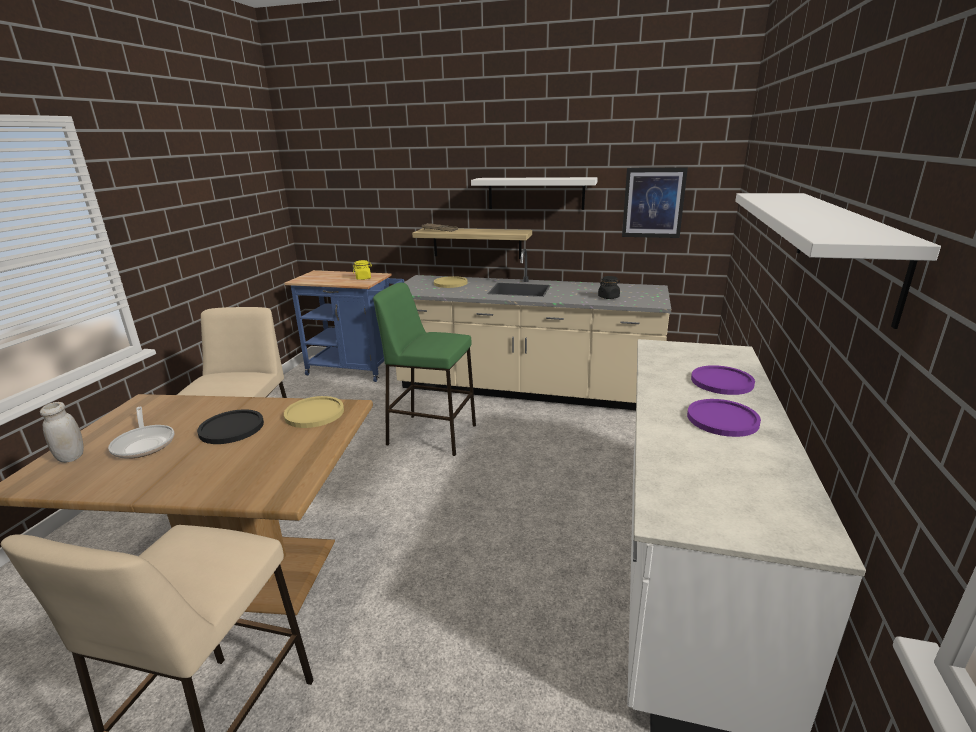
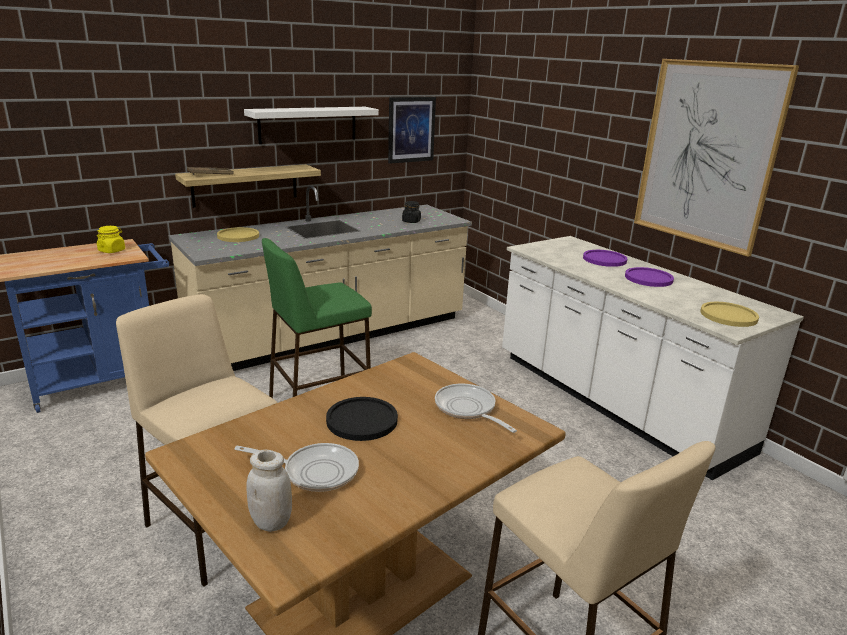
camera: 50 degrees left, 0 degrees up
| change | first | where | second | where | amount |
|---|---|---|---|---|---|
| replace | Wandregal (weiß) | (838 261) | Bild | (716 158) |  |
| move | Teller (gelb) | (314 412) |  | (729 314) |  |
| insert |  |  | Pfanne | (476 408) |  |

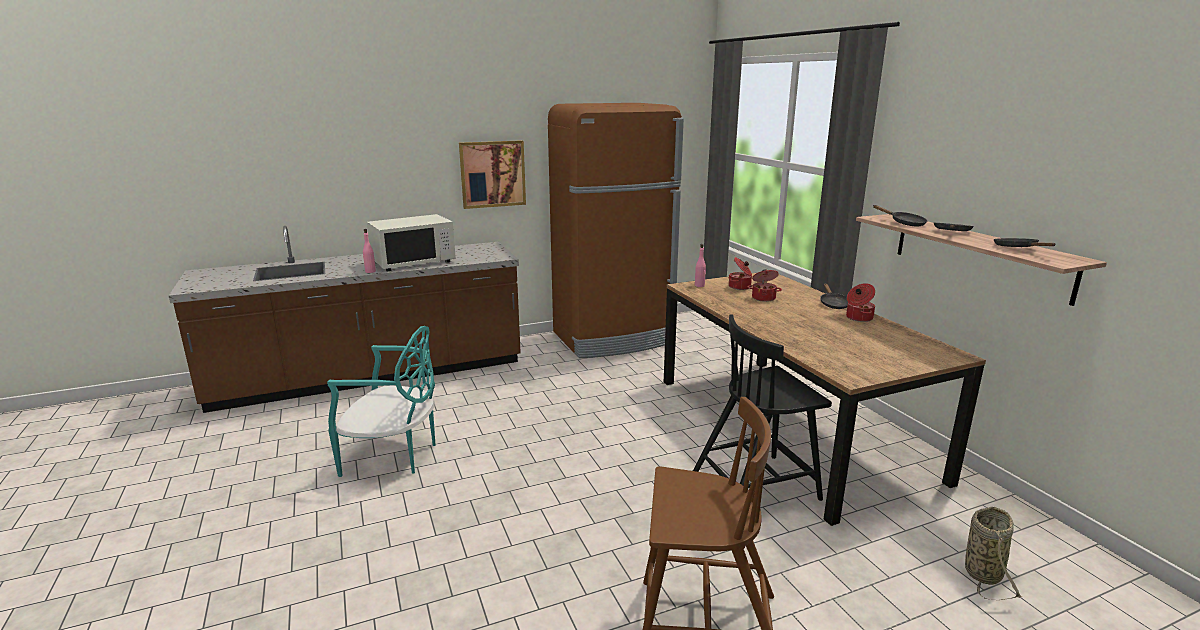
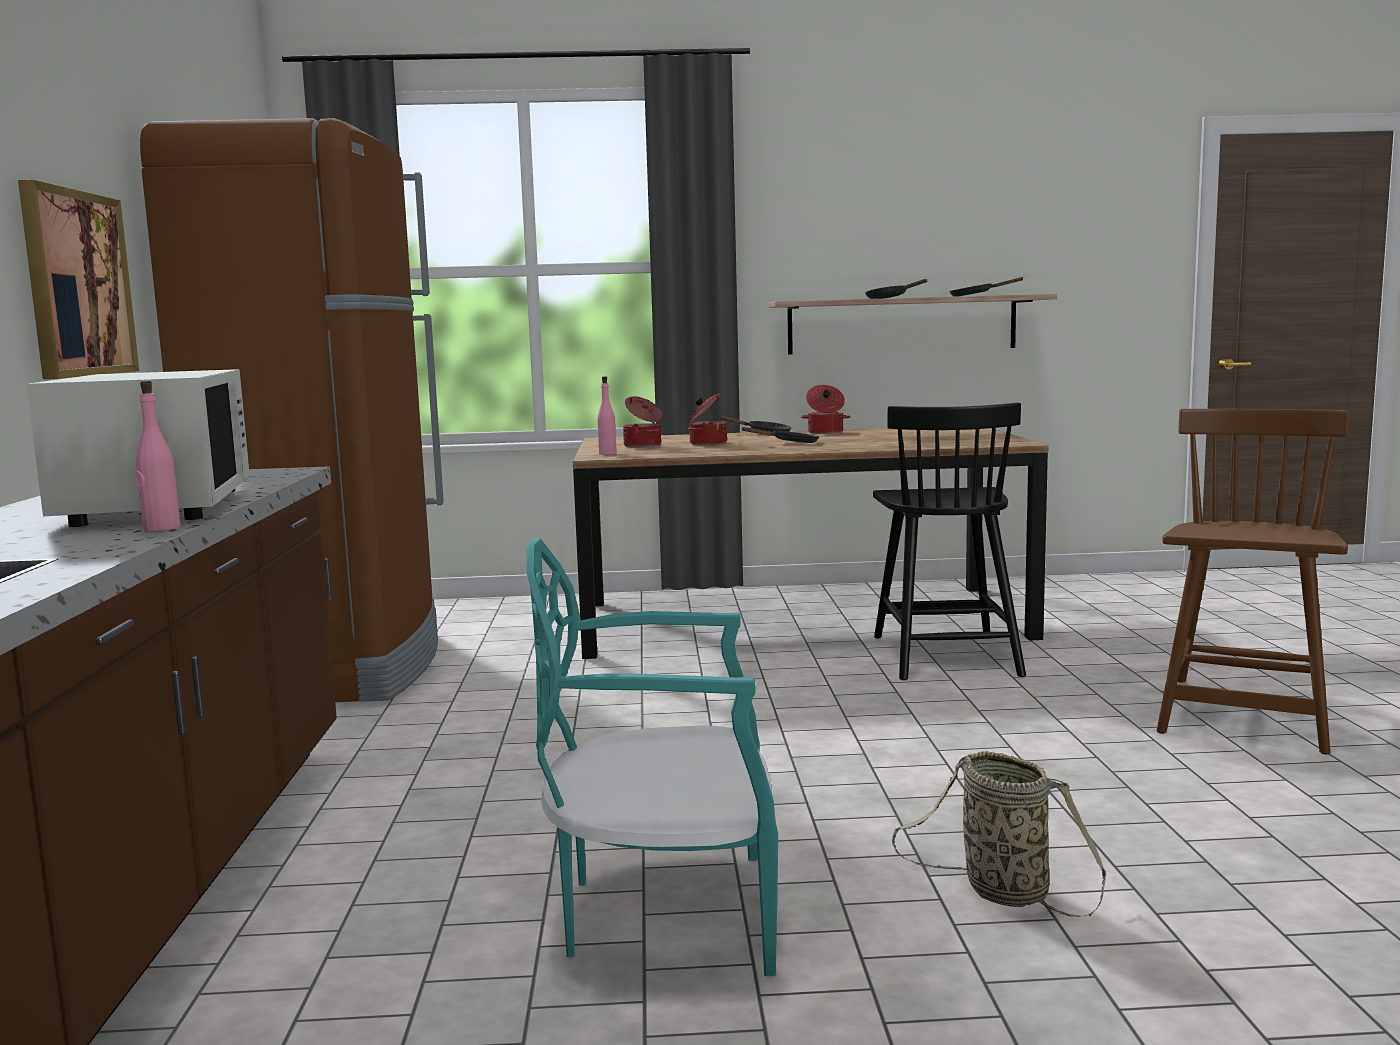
camera: 70 degrees left, 10 degrees down
| change | first | where | second | where | amount |
|---|---|---|---|---|---|
| move | Pfanne (schwarz) | (900 216) |  | (780 435) |  |
| rotate | Stuhl (türkis) | (381 401) |  | (652 757) | 120 degrees counterclockwise |
| move | Korb | (993 553) |  | (999 834) |  |

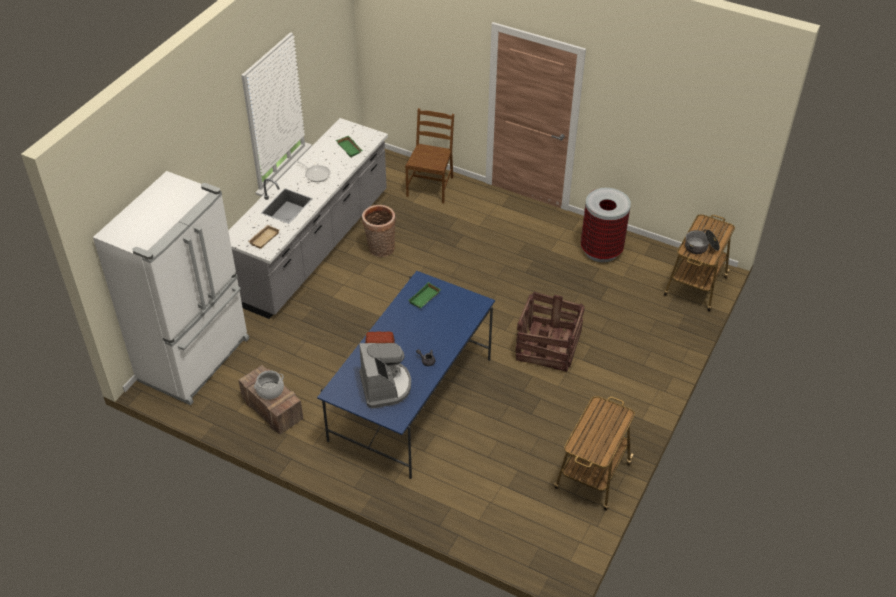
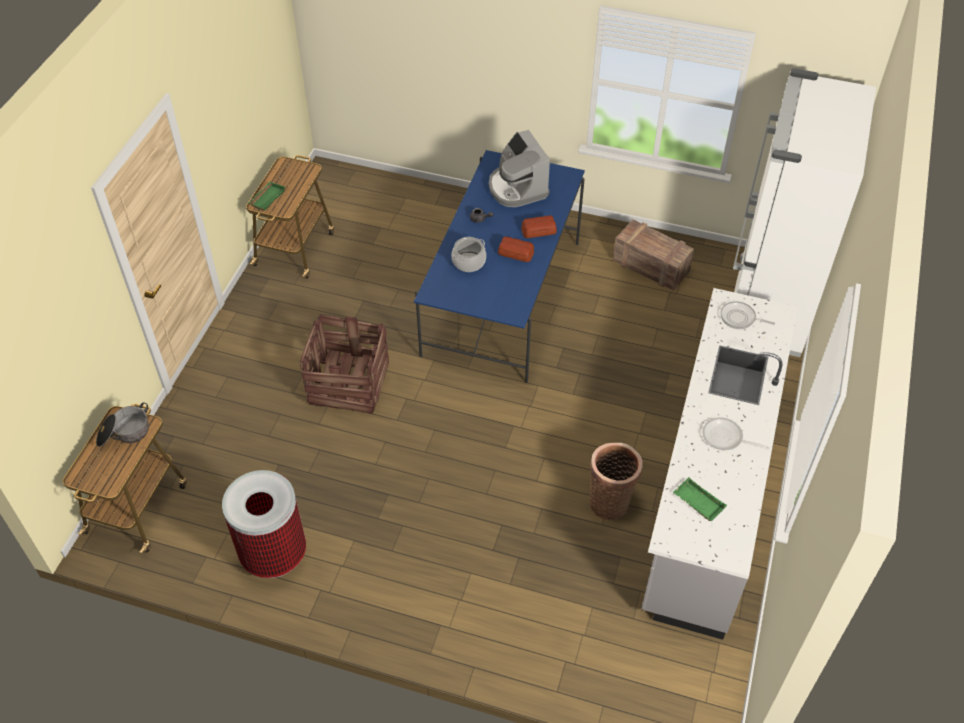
camera: 170 degrees right, 5 degrees up
| change | first | where | second | where | amount |
|---|---|---|---|---|---|
| delete | Stuhl (braun) | (429 155) |  |  |  |
| replace | Tablett (beige) | (263 237) | Pfanne | (748 315) |  |
| move | Tablett (grün) | (424 295) |  | (266 196) |  |
| move | Kochtopf | (269 385) |  | (469 254) |  |
| insert |  |  | Brot | (516 249) |  |

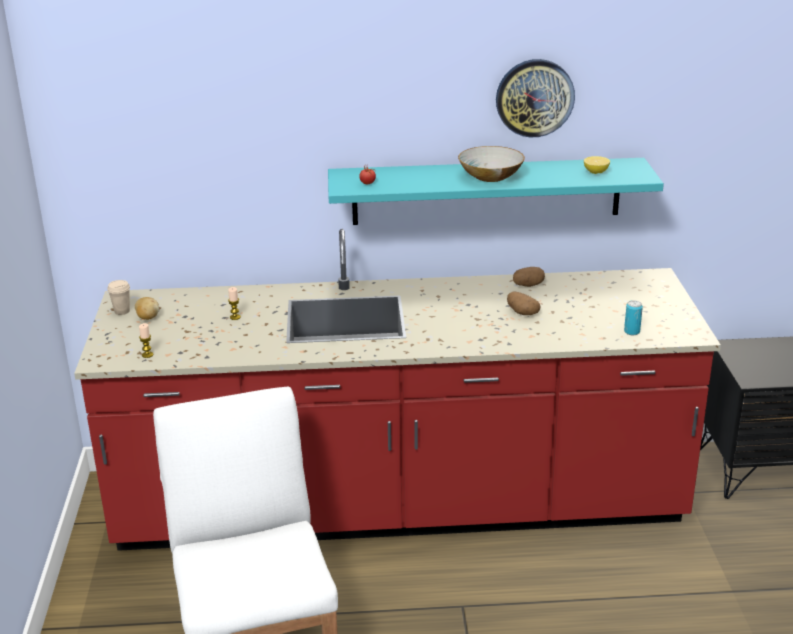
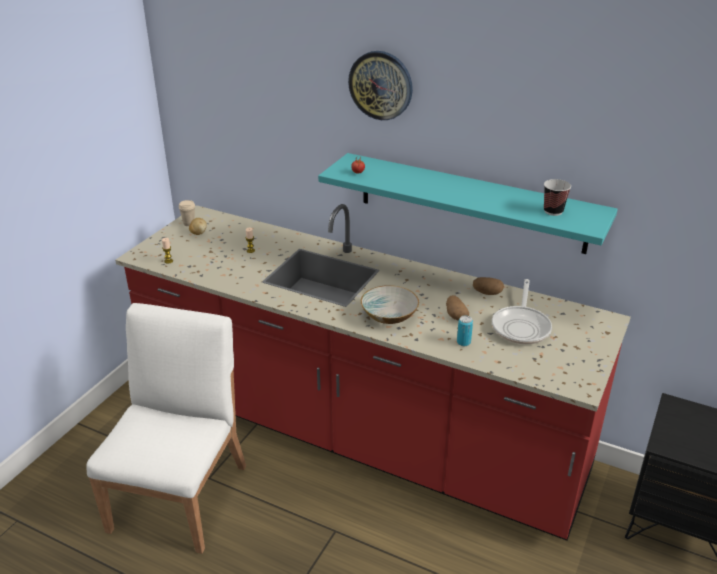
camera: 30 degrees right, 5 degrees up
| change | first | where | second | where | amount |
|---|---|---|---|---|---|
| move | Wanduhr | (535 98) |  | (380 85) |  |
| move | Schüssel | (491 164) |  | (390 304) |  |
| replace | Zitrone | (597 165) | Tasse | (557 197) |  |
| move | Dose | (633 317) |  | (465 331) |  |
| insert |  |  | Pfanne | (522 311) |  |

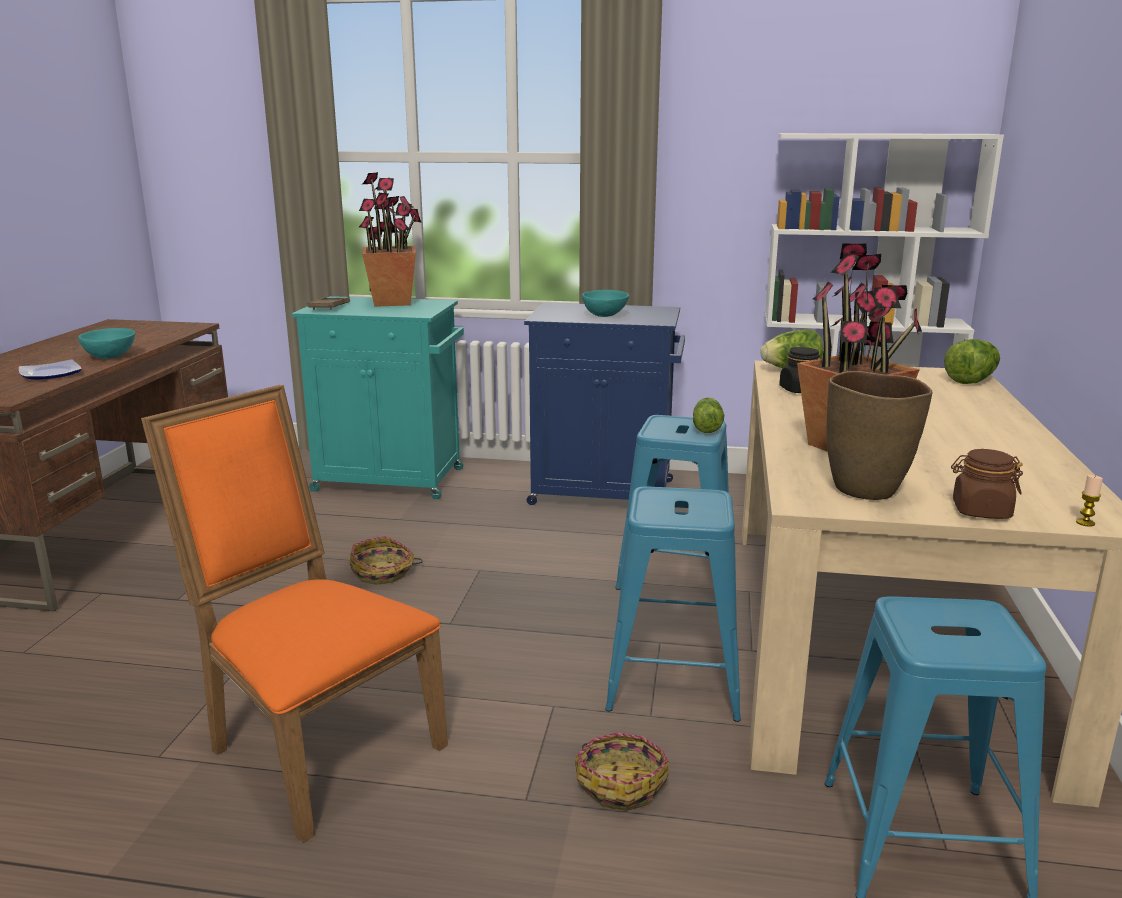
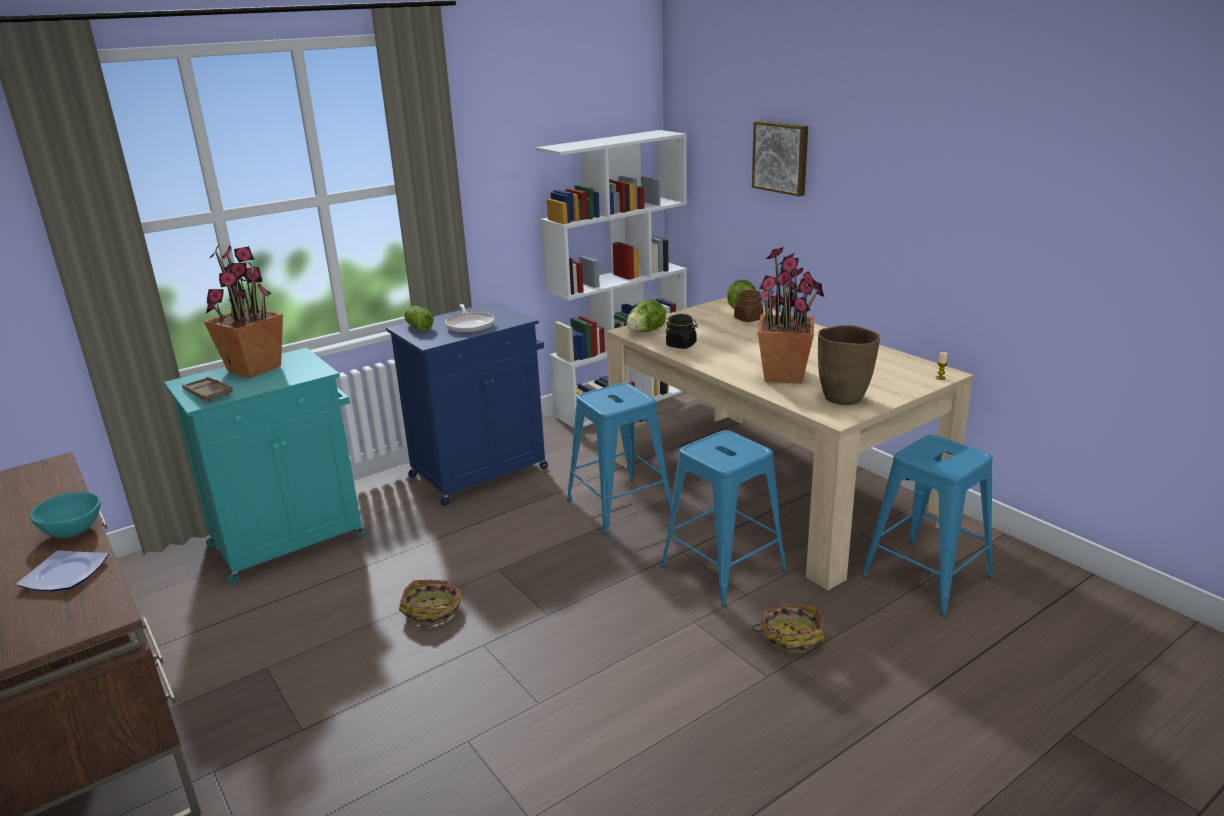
camera: 45 degrees left, 5 degrees up
| change | first | where | second | where | amount |
|---|---|---|---|---|---|
| replace | Schüssel (türkis) | (605 303) | Pfanne | (470 318) |  |
| delete | Stuhl (orange) | (294 614) |  |  |  |
| move | Salatkopf | (708 415) |  | (419 318) |  |
| move | Vorratsglas (braun) | (987 484) |  | (748 306) |  |
| insert |  |  | Bild | (780 158) |  |

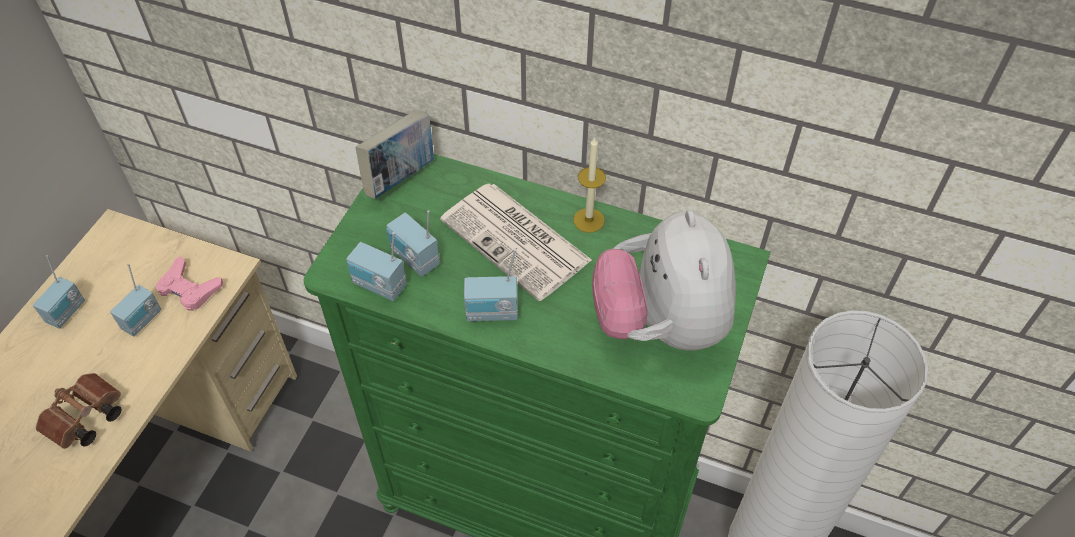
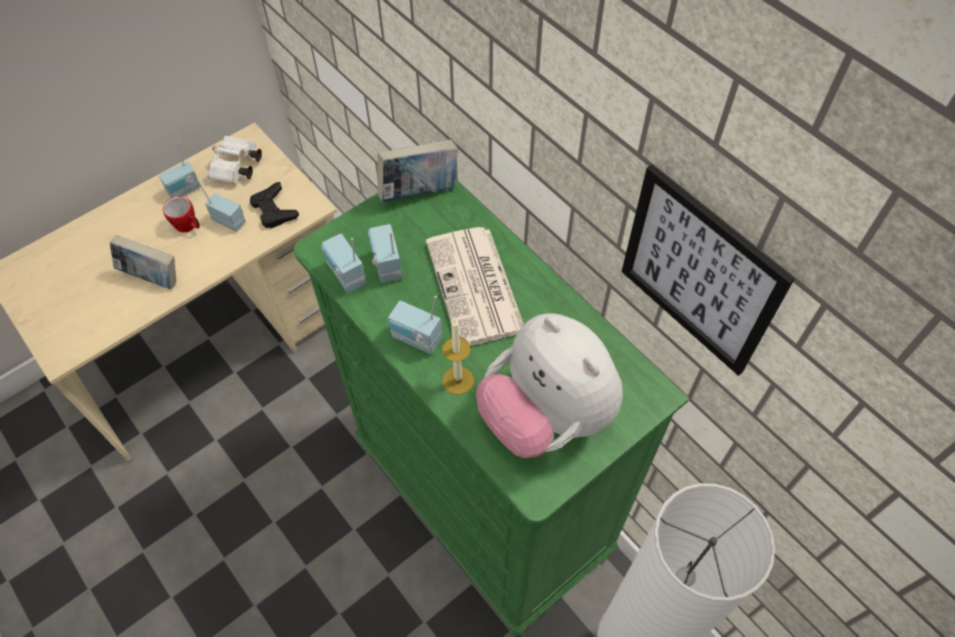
camera: 30 degrees right, 5 degrees up
| change | first | where | second | where | amount |
|---|---|---|---|---|---|
| move | Kerze | (589 185) |  | (458 356) |  |
| rotate | Plüschtier | (664 280) |  | (549 386) | 60 degrees counterclockwise |
| recolor | Gamepad (rosa) | (189 283) | Gamepad (schwarz) | (274 205) |  |
| rotate | Radio | (136 300) |  | (221 206) | 120 degrees counterclockwise |
| replace | Fernglas (braun) | (79 411) | Buch | (143 262) |  |
| insert |  |  | Fernglas (weiß) | (234 160) |  |
| insert |  |  | Bild | (708 270) |  |
| insert |  |  | Henkelbecher | (181 214) |  |

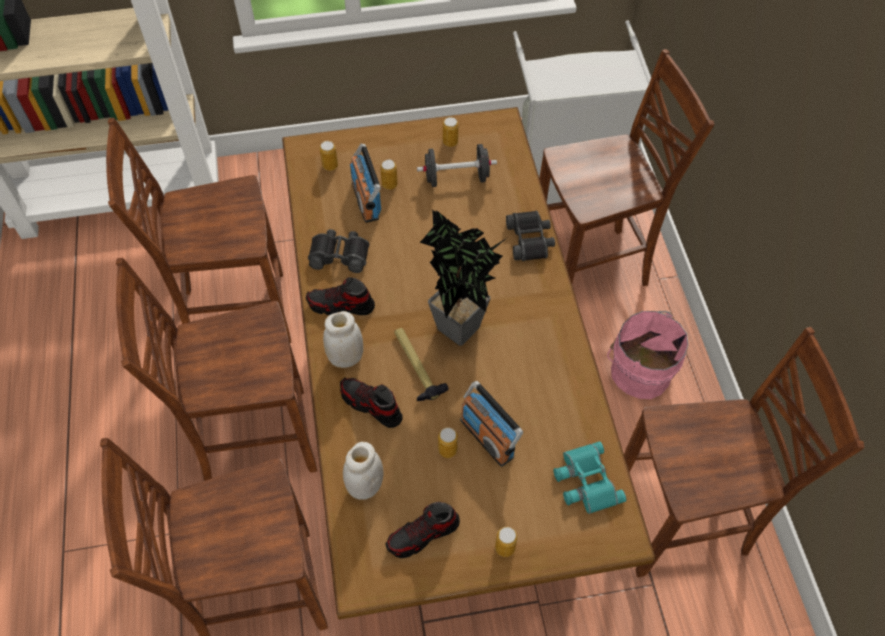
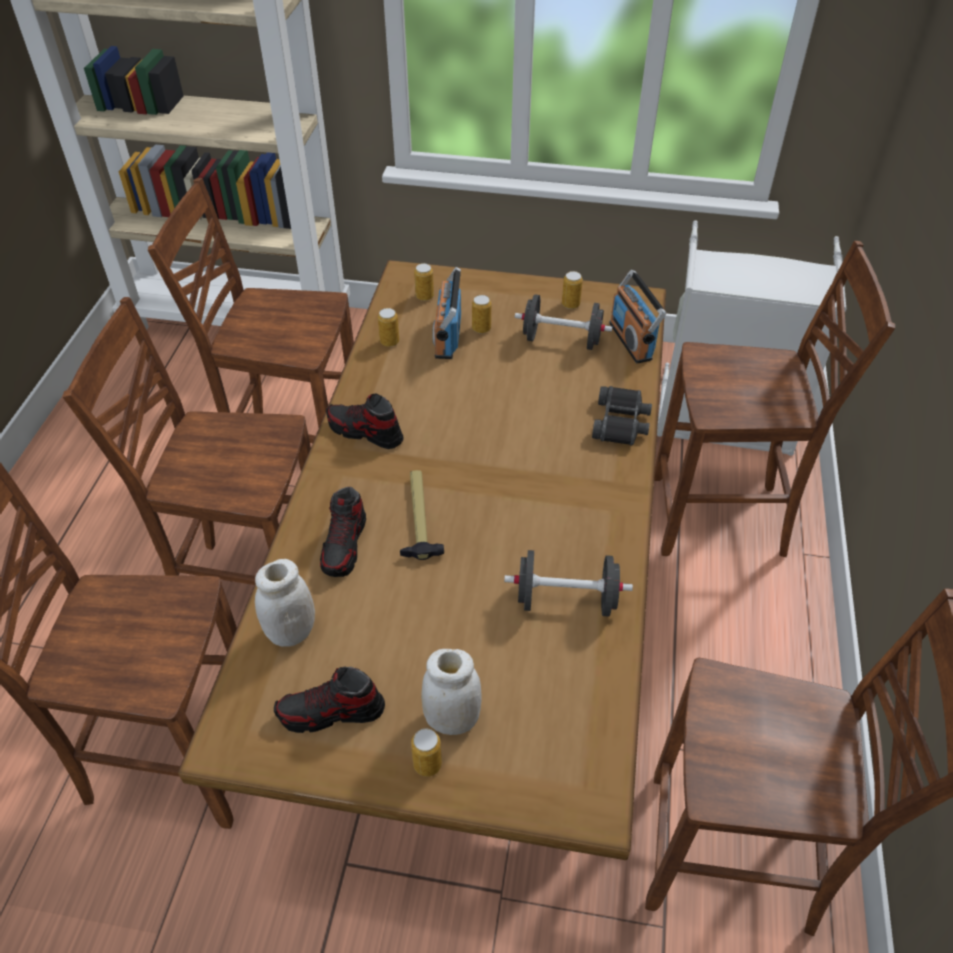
camera: 20 degrees right, 10 degrees down
| change | first | where | second | where | amount |
|---|---|---|---|---|---|
| delete | Topfpflanze | (463 278) |  |  |  |
| delete | Fernglas (schwarz) | (339 251) |  |  |  |
| move | Vorratsglas (weiß) | (343 339) |  | (451 692) |  |
| delete | Eimer (rosa) | (647 355) |  |  |  |
| rotate | Schuh | (371 403) |  | (343 532) | 135 degrees counterclockwise |
| move | Radio | (491 424) |  | (638 317) |  |
| move | Dose | (448 443) |  | (388 327) |  |
| delete | Fernglas (türkis) | (589 477) |  |  |  |
| insert |  |  | Hantel (schwarz) | (568 583) |  |

